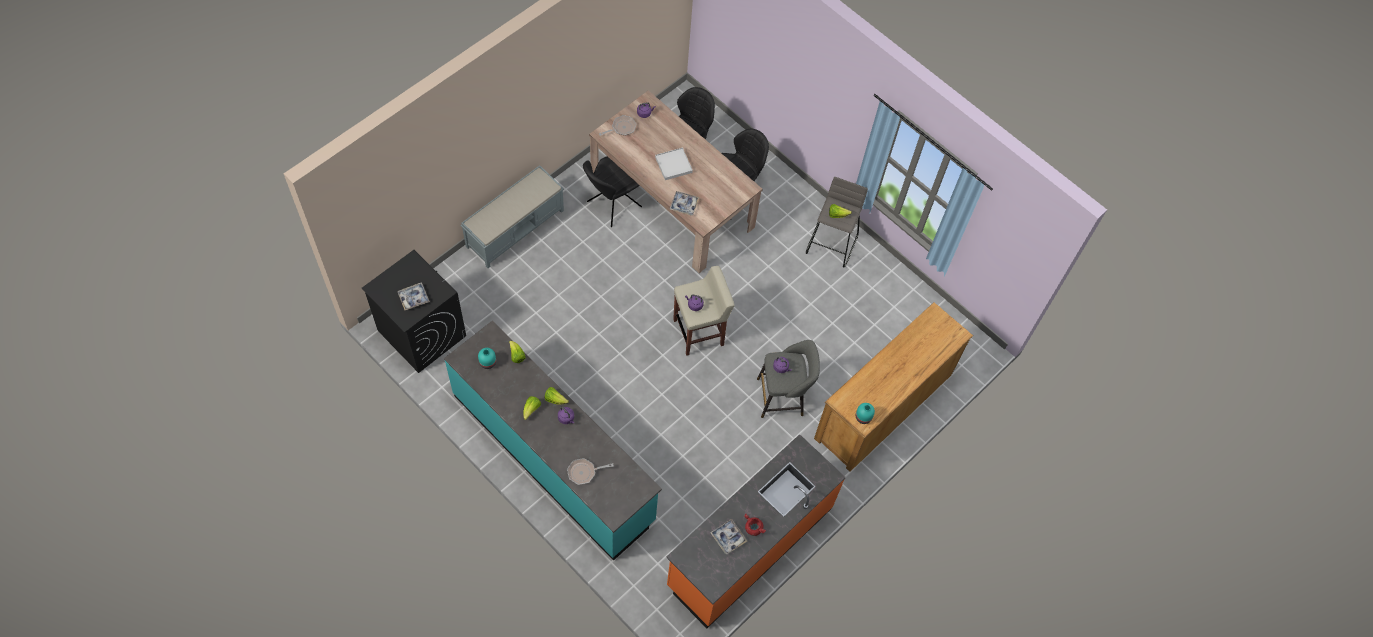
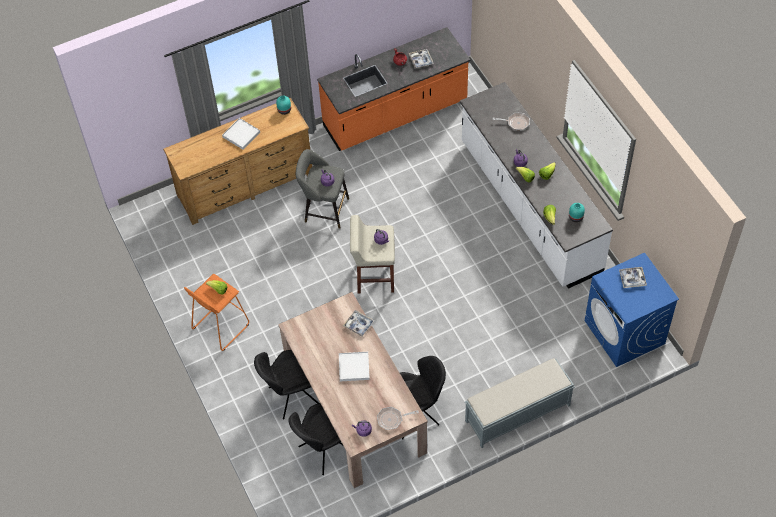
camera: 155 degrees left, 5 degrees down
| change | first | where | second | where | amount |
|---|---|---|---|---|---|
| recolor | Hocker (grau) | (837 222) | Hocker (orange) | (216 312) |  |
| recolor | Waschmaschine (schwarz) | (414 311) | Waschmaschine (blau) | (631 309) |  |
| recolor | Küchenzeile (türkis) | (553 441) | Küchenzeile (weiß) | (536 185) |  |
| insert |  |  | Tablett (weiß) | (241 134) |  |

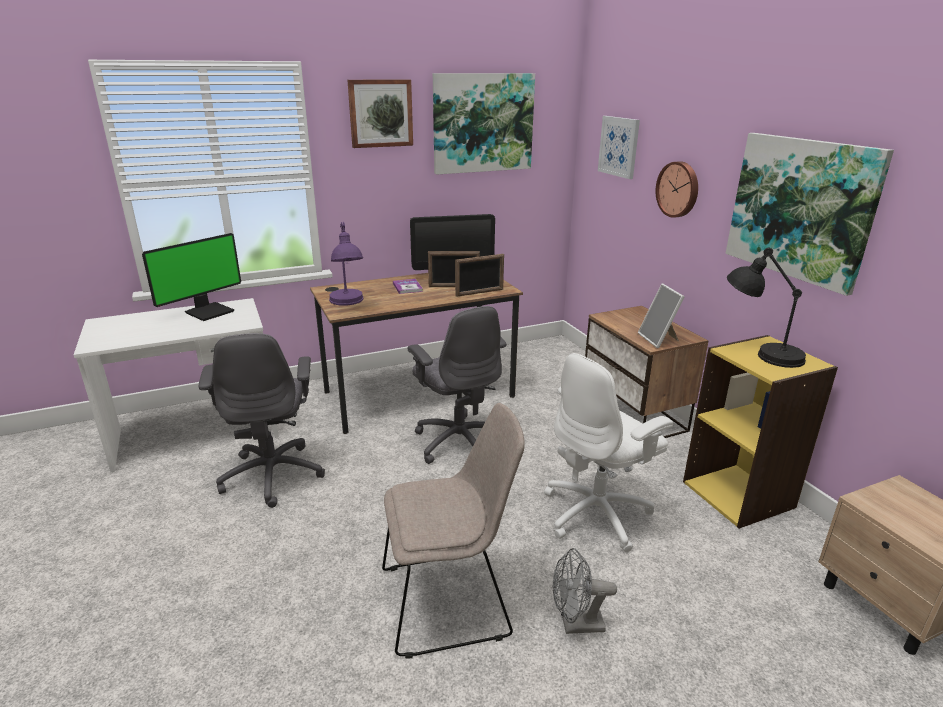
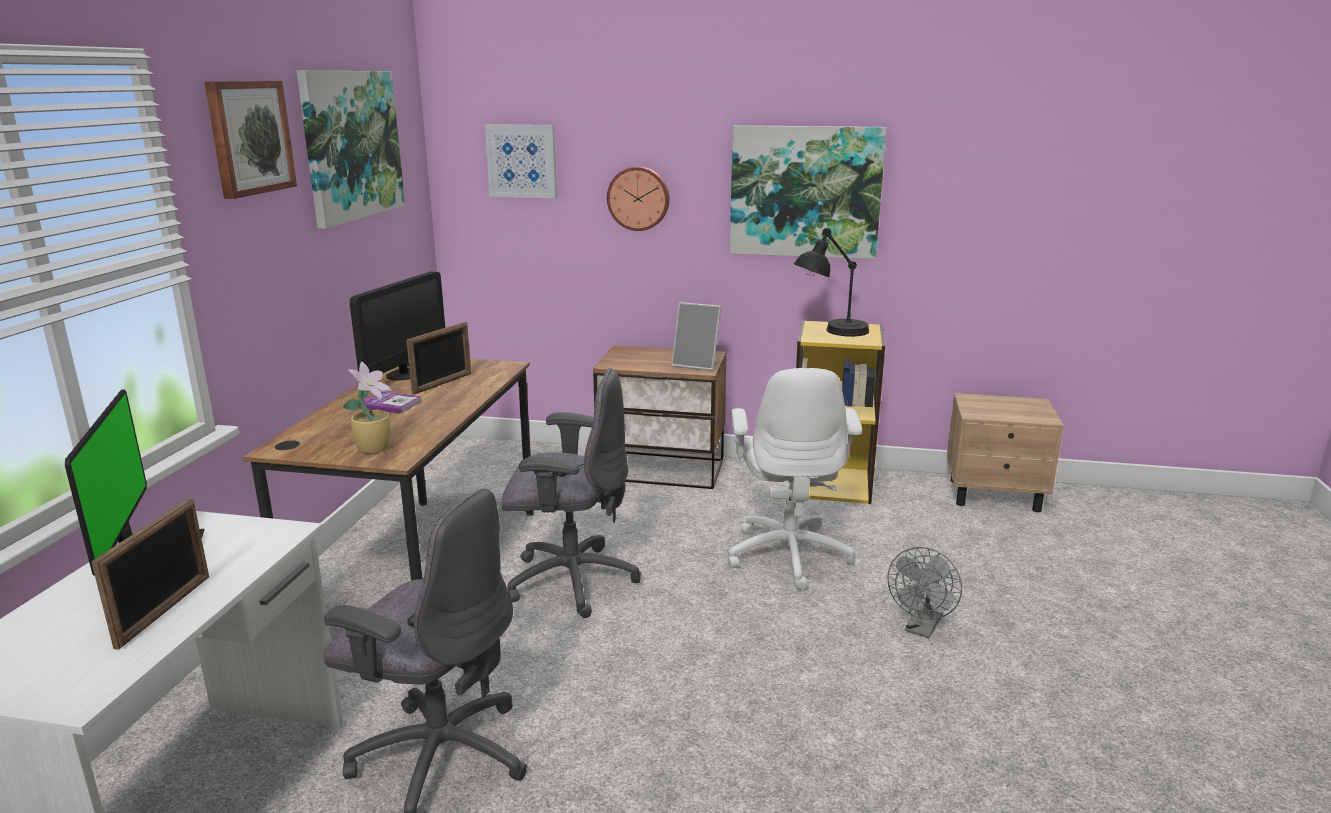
camera: 55 degrees left, 5 degrees down
| change | first | where | second | where | amount |
|---|---|---|---|---|---|
| replace | Tischlampe (lila) | (346 264) | Topfpflanze | (367 407) |  |
| move | Bilderrahmen | (479 275) |  | (150 574) |  |
| delete | Stuhl (beige) | (453 531) |  |  |  |

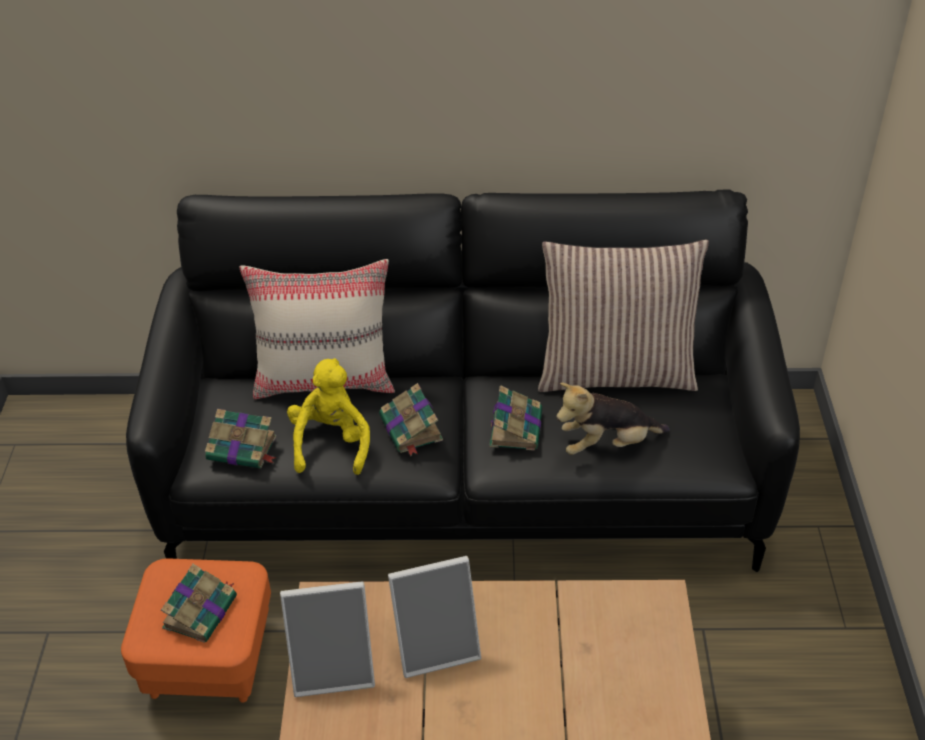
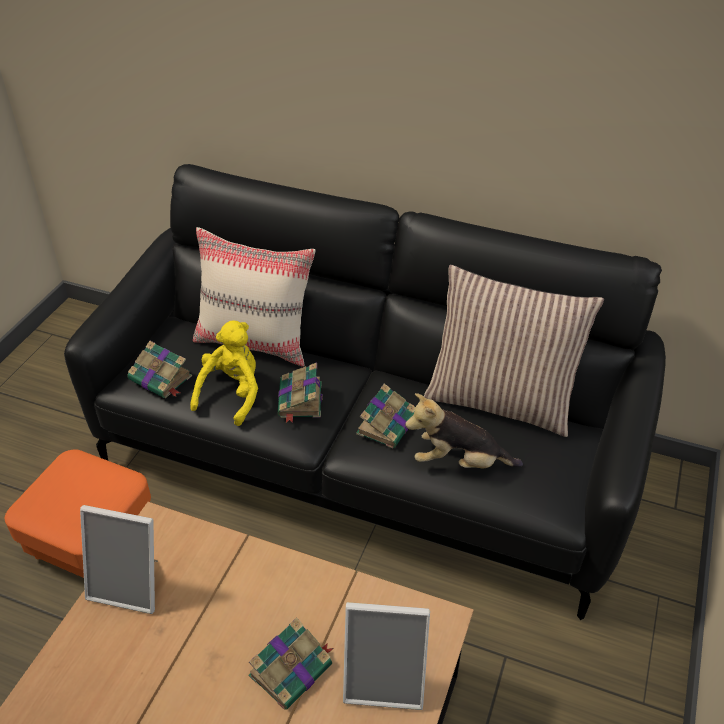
camera: 20 degrees right, 0 degrees up
| change | first | where | second | where | amount |
|---|---|---|---|---|---|
| move | Bilderrahmen | (434 617) |  | (386 656) |  |
| move | Buch | (198 603) |  | (291 663) |  |

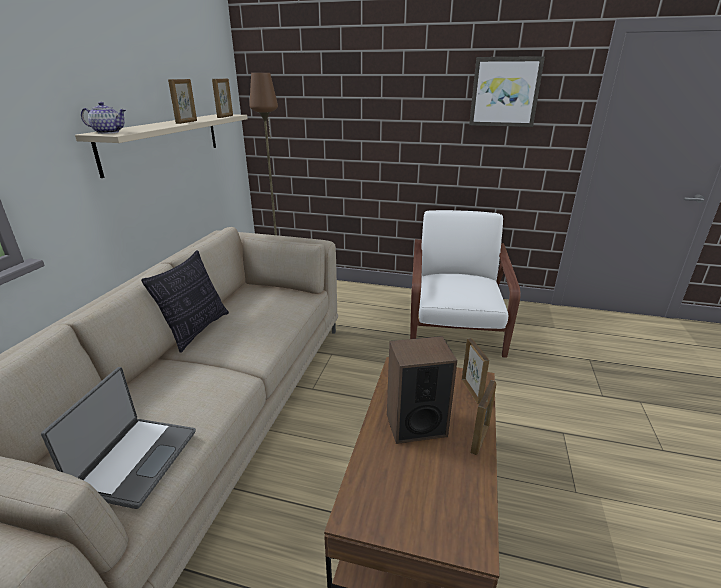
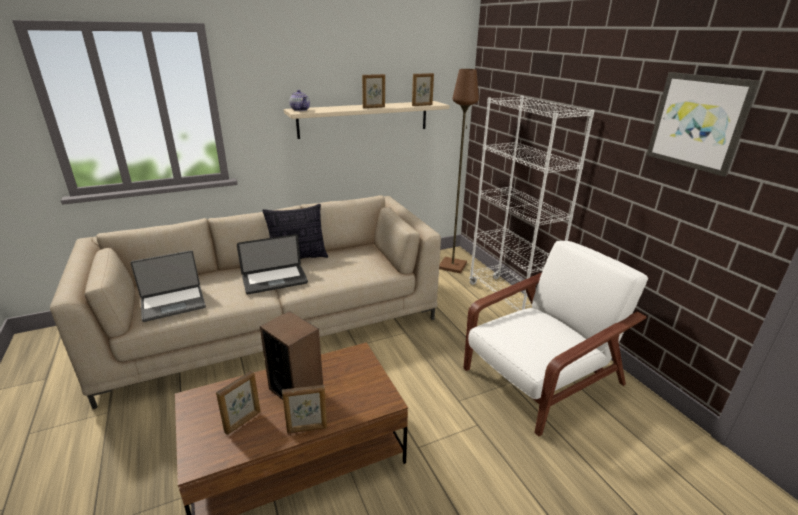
camera: 50 degrees right, 0 degrees up
| change | first | where | second | where | amount |
|---|---|---|---|---|---|
| move | Bilderrahmen | (475 371) |  | (238 403) |  |
| insert |  |  | Bücherregal (weiß) | (532 203) |  |
| insert |  |  | Laptop | (272 264) |  |

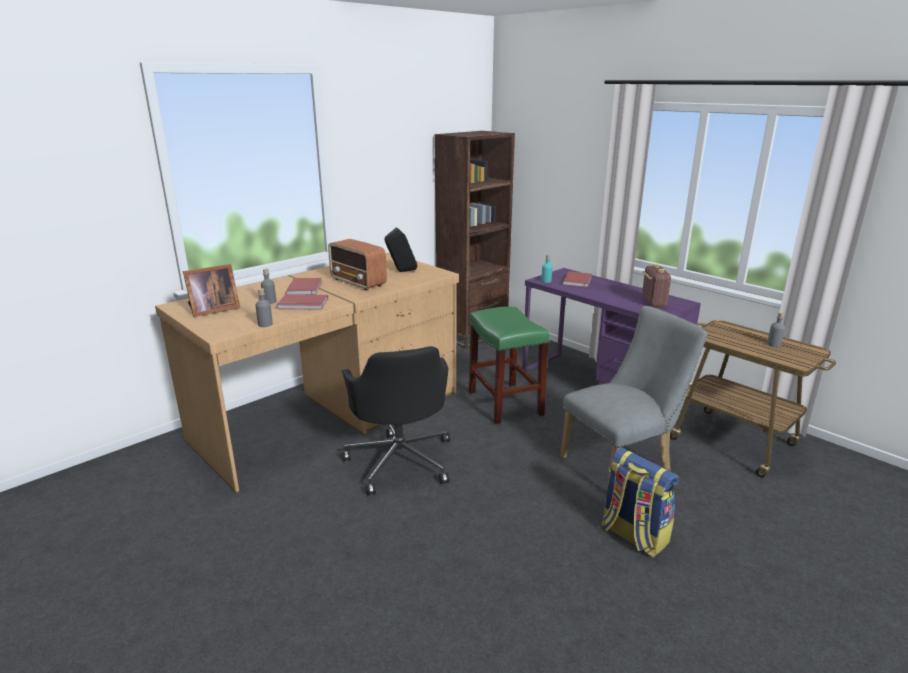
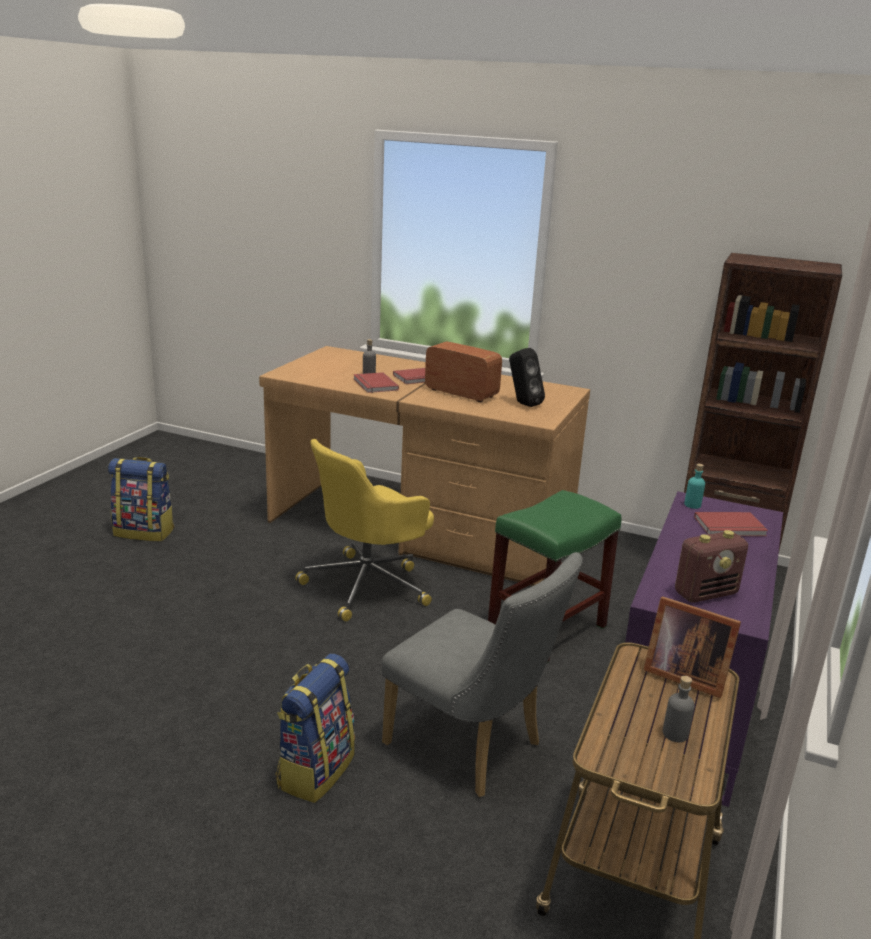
camera: 65 degrees right, 0 degrees up
| change | first | where | second | where | amount |
|---|---|---|---|---|---|
| rotate | Radio | (357 265) |  | (463 372) | 105 degrees clockwise |
| move | Bilderrahmen | (211 290) |  | (692 647) |  |
| delete | Flasche (grau) | (264 307) |  |  |  |
| recolor | Bürostuhl (schwarz) | (396 420) | Bürostuhl (gelb) | (364 530) |  |
| insert |  |  | Rucksack | (141 499) |  |

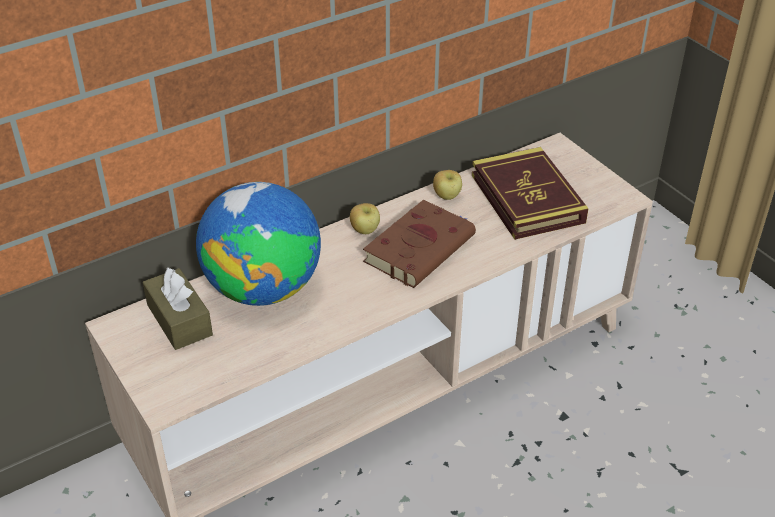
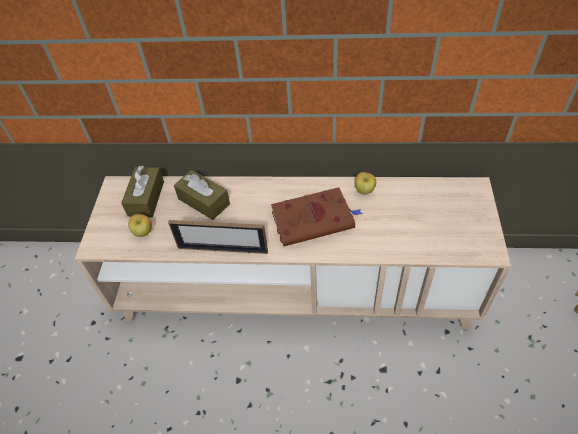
camera: 40 degrees right, 10 degrees up
| change | first | where | second | where | amount |
|---|---|---|---|---|---|
| delete | Buch | (530 193) |  |  |  |
| replace | Globus | (258 244) | Taschentuchbox (braun) | (202 195) |  |
| move | Apfel | (365 218) |  | (140 225) |  |
| insert |  |  | Bilderrahmen | (218 237) |  |

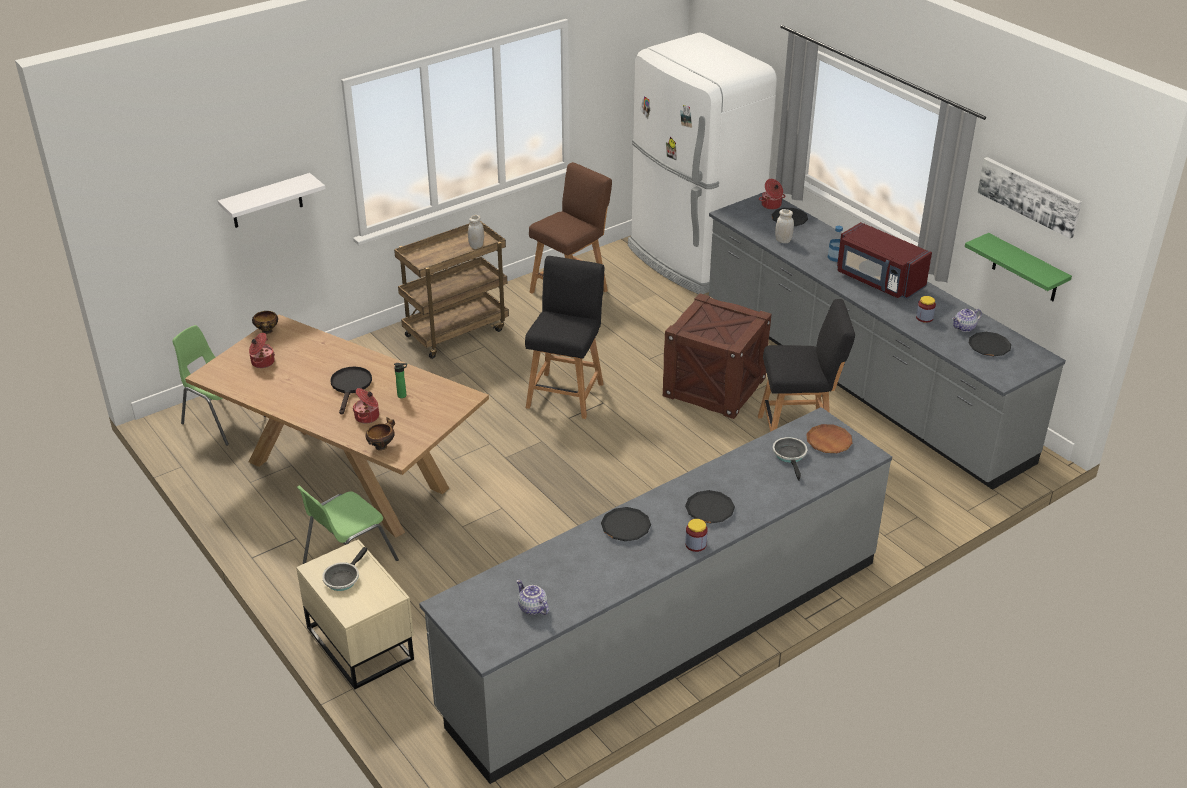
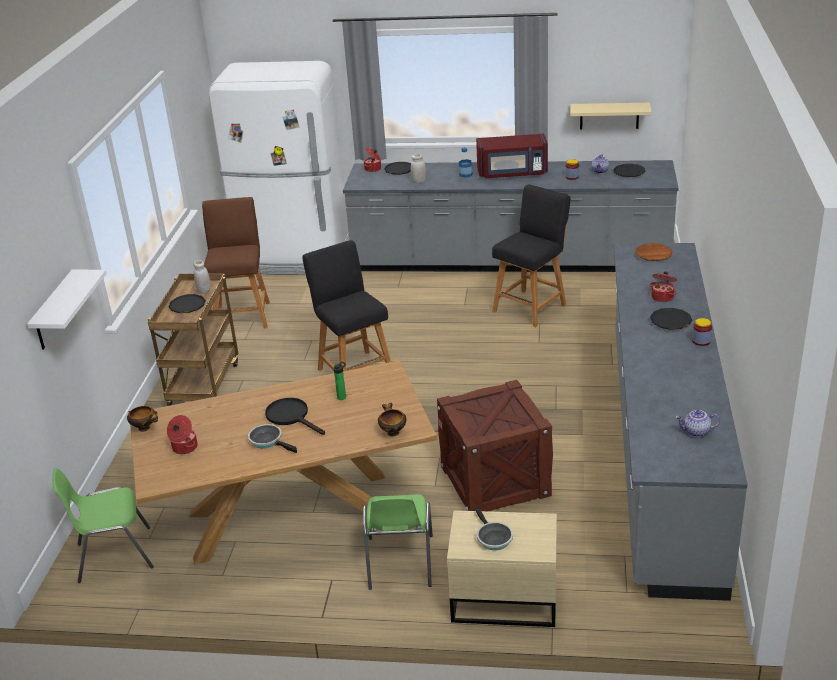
camera: 45 degrees left, 5 degrees down
| change | first | where | second | where | amount |
|---|---|---|---|---|---|
| delete | Bild | (1030 198) |  |  |  |
| recolor | Wandregal (grün) | (1018 267) | Wandregal (beige) | (611 116) |  |
| move | Kiste | (717 356) |  | (495 445) |  |
| move | Kochtopf | (366 406) |  | (663 286) |  |
| move | Pfanne | (790 459) |  | (272 438) |  |
| move | Teller (schwarz) | (626 524) |  | (187 303) |  |

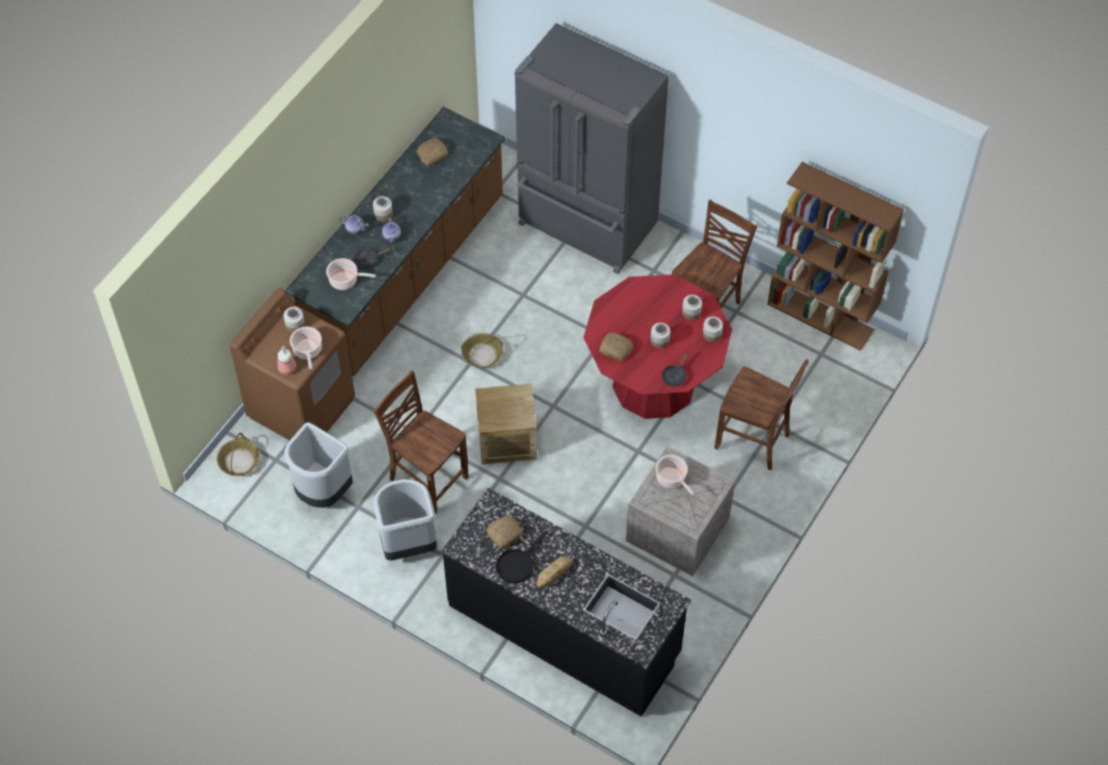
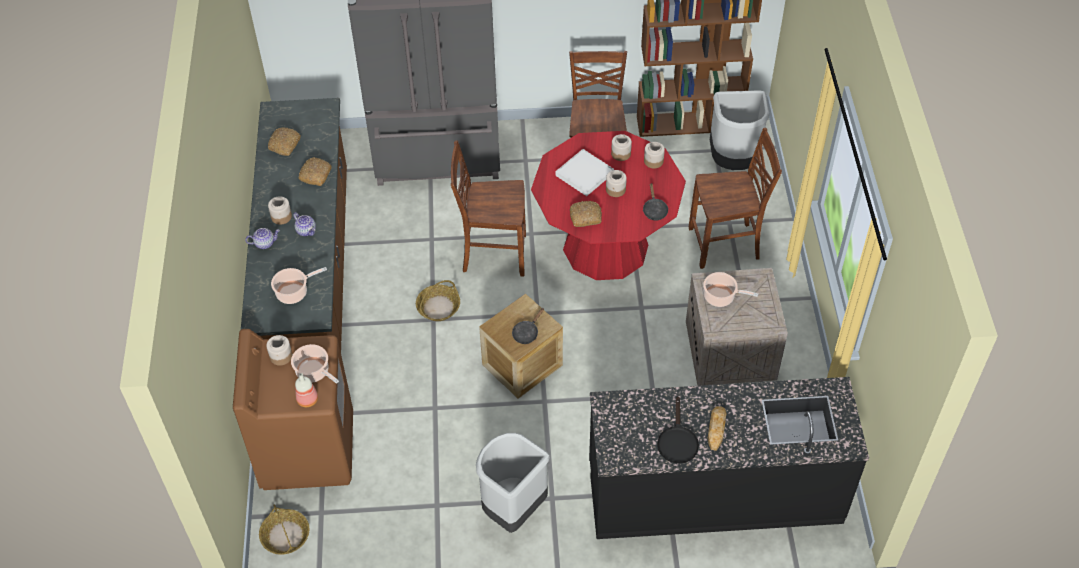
camera: 35 degrees left, 5 degrees down
| change | first | where | second | where | amount |
|---|---|---|---|---|---|
| move | Pfanne (schwarz) | (373 258) |  | (528 326) |  |
| move | Stuhl (braun) | (421 442) |  | (488 208) |  |
| move | Mülleimer (grau) | (318 465) |  | (739 130) |  |
| move | Brot | (504 532) |  | (315 171) |  |
| insert |  |  | Tablett (weiß) | (585 172) |  |

